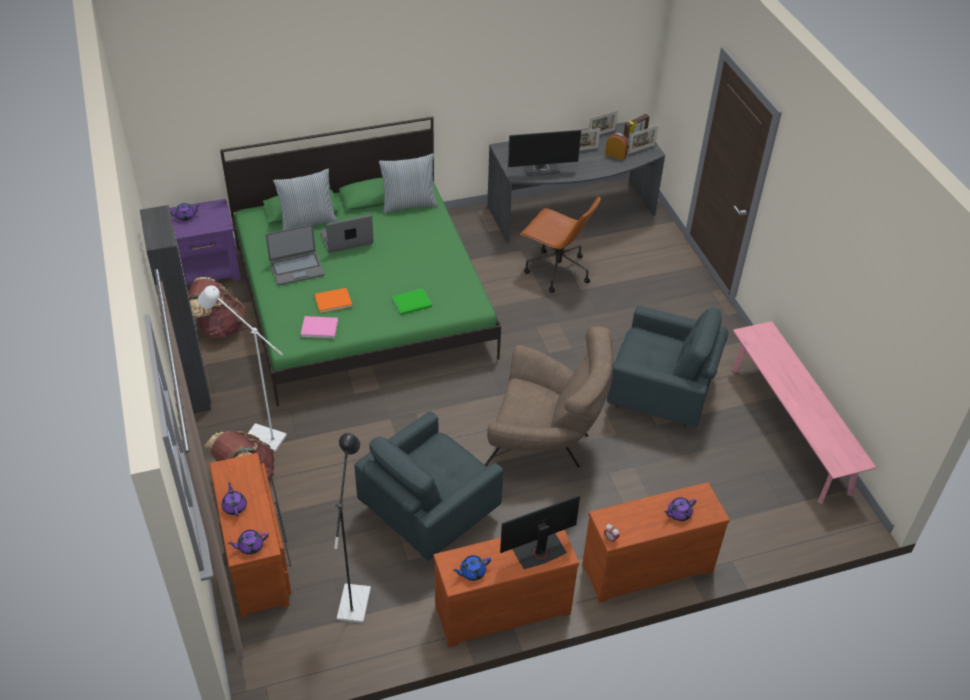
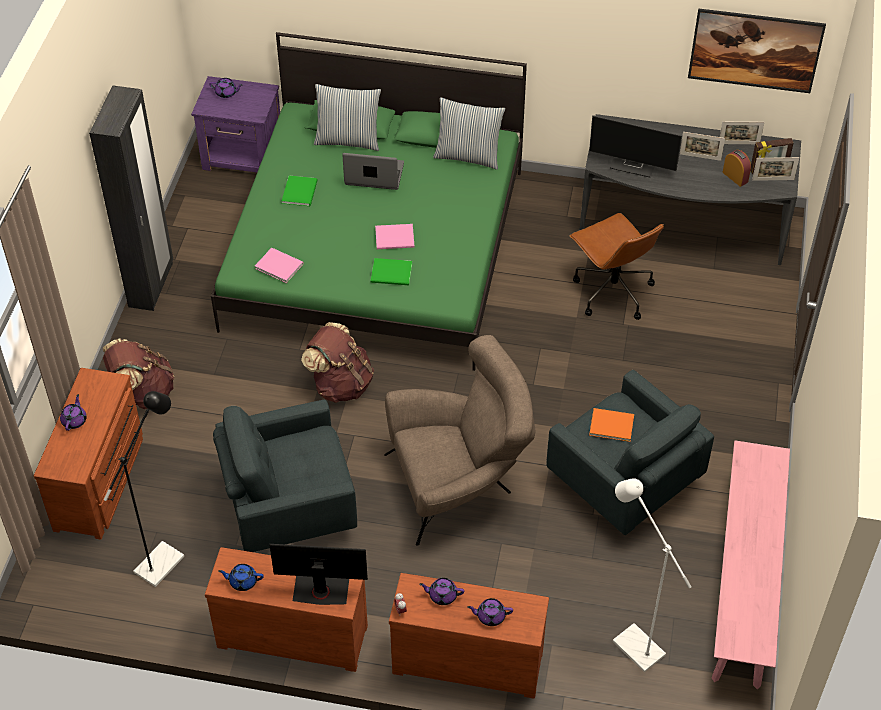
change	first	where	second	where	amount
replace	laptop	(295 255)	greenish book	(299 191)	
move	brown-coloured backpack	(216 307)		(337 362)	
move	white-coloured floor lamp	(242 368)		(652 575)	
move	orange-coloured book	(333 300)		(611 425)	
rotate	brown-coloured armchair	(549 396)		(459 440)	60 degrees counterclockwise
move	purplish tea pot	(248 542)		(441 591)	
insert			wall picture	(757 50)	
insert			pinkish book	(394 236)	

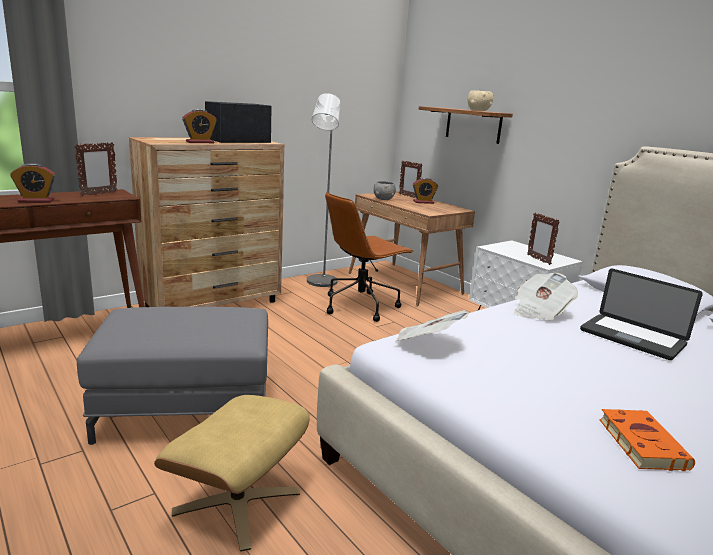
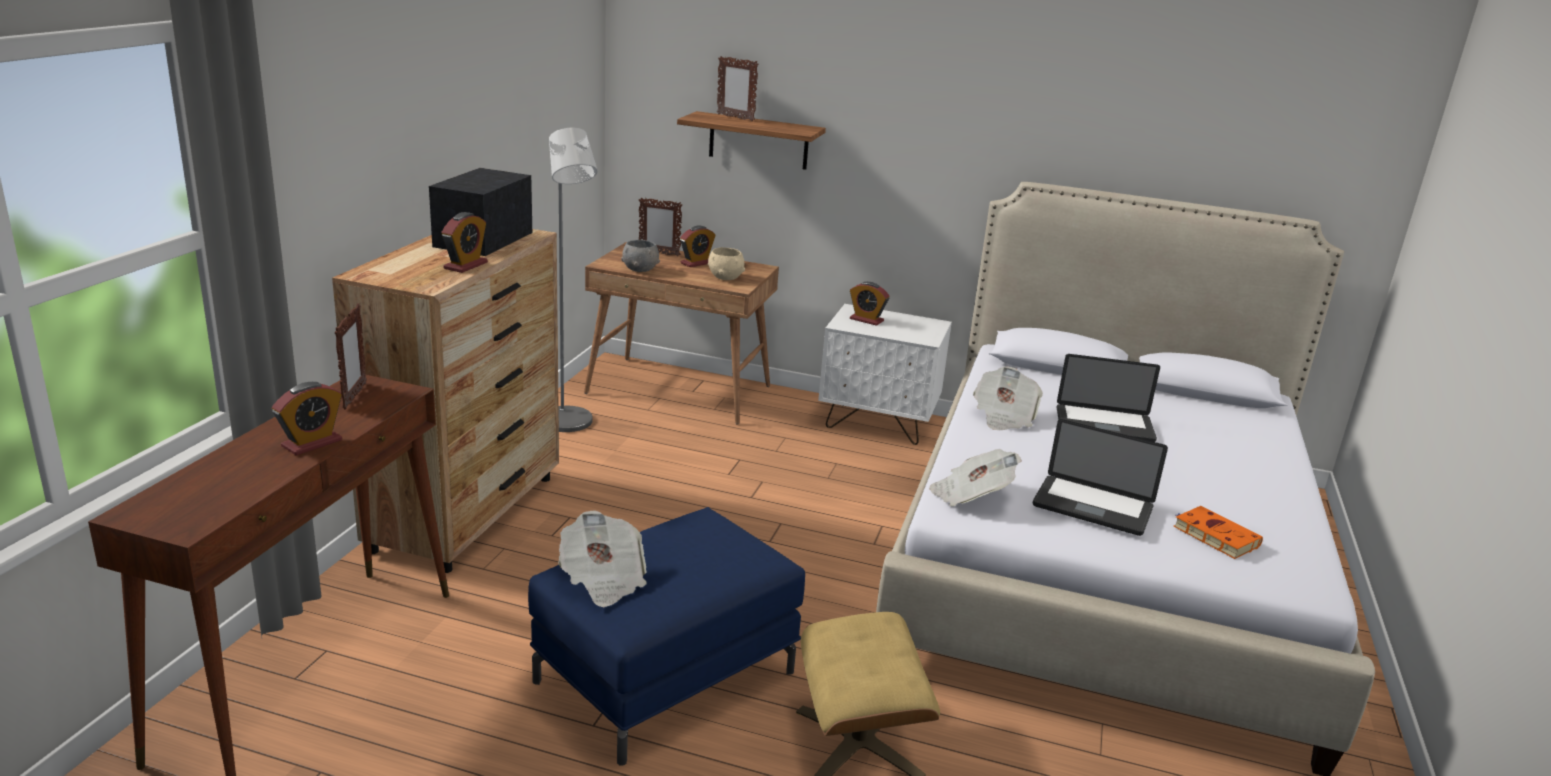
change	first	where	second	where	amount
move	beige-coloured deep dish	(480 100)		(726 263)	
delete	brown-coloured office chair	(369 257)			
move	standing frame	(543 239)		(737 88)	
recolor	greyish pouffe	(172 376)	bluish pouffe	(666 636)	
insert			table clock	(870 304)	
insert			laptop	(1100 477)	
insert			daily paper	(602 559)	

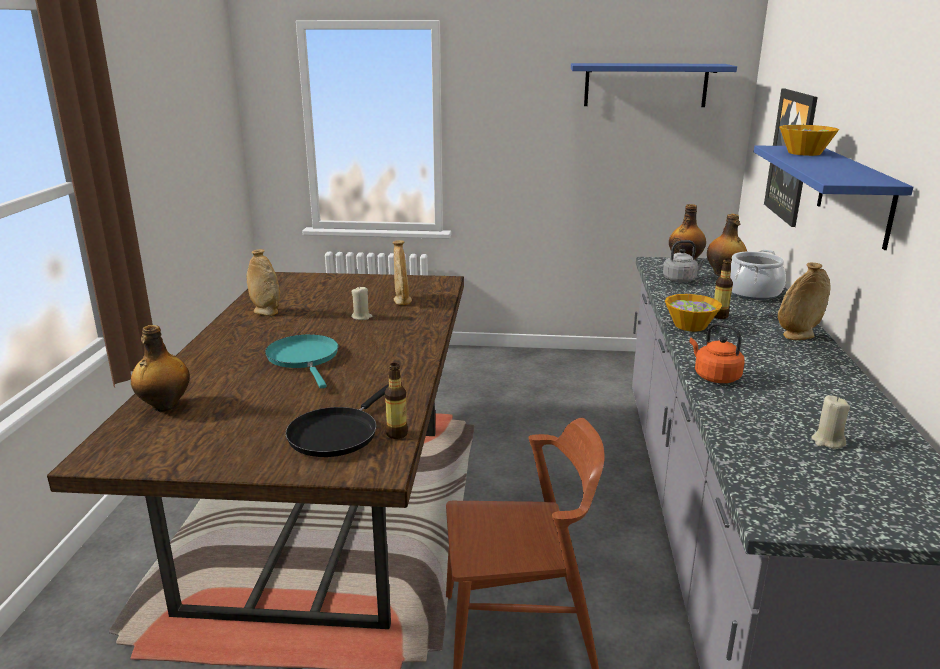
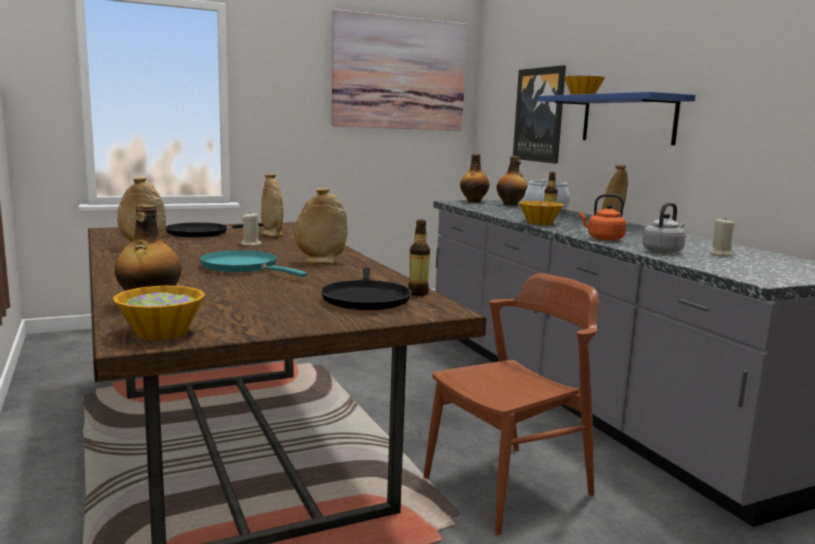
change	first	where	second	where	amount
replace	bluish shelf	(654 85)	wall picture	(400 70)	
move	greyish tea kettle	(685 261)		(664 228)	
insert			beige-coloured vase	(321 226)	
insert			black-coloured skillet	(214 229)	
insert			deep dish	(159 313)	

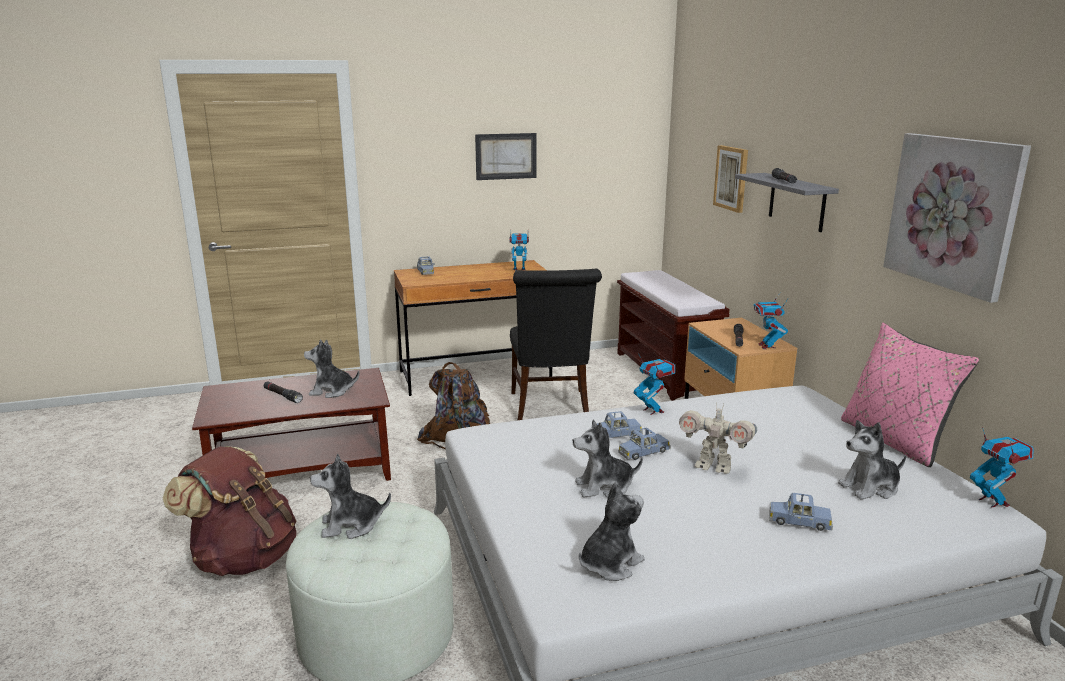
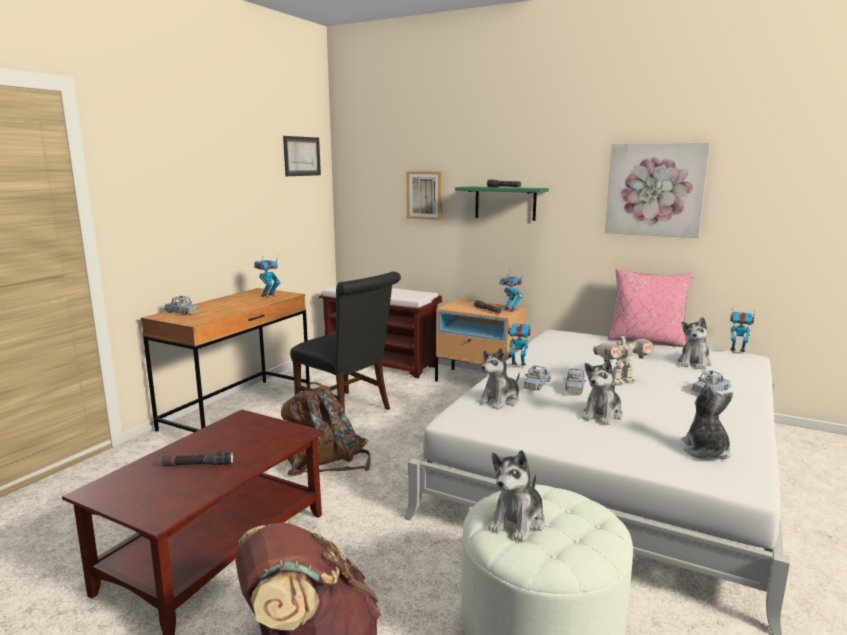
change	first	where	second	where	amount
move	wall picture	(506 156)		(302 156)	
recolor	greyish shelf	(787 202)	greenish shelf	(502 203)	
move	soft toy	(331 368)		(499 378)	

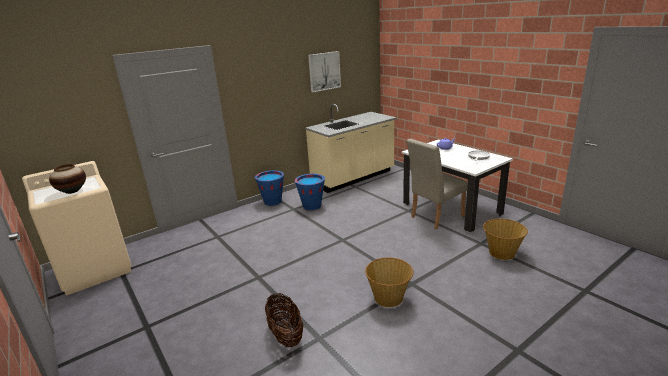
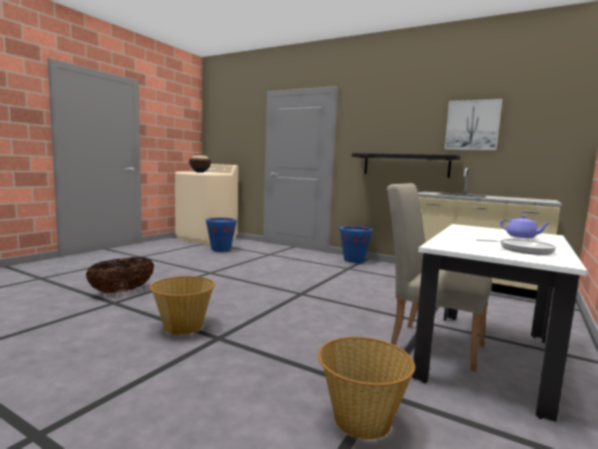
change	first	where	second	where	amount
move	bluish pail	(310 192)		(221 234)	
insert			black-coloured shelf	(406 165)	

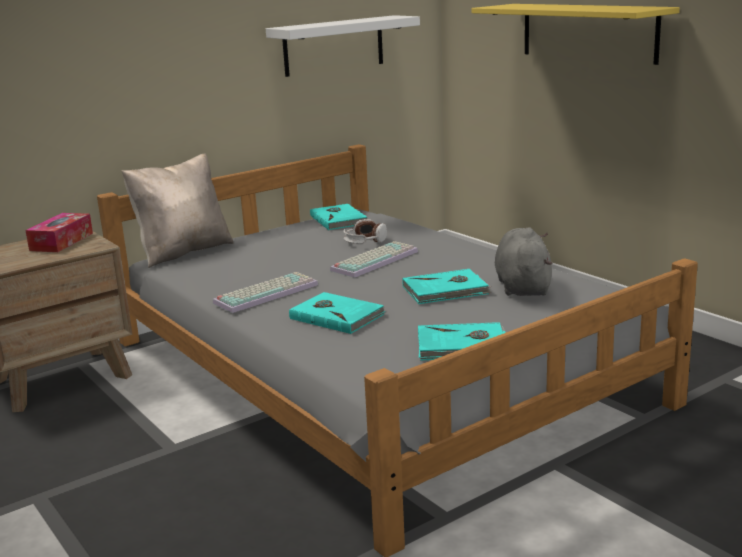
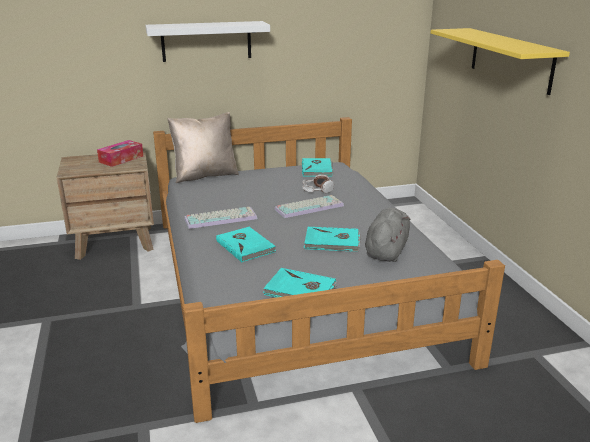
change	first	where	second	where	amount
move	white-coloured shelf	(343 46)		(207 41)	

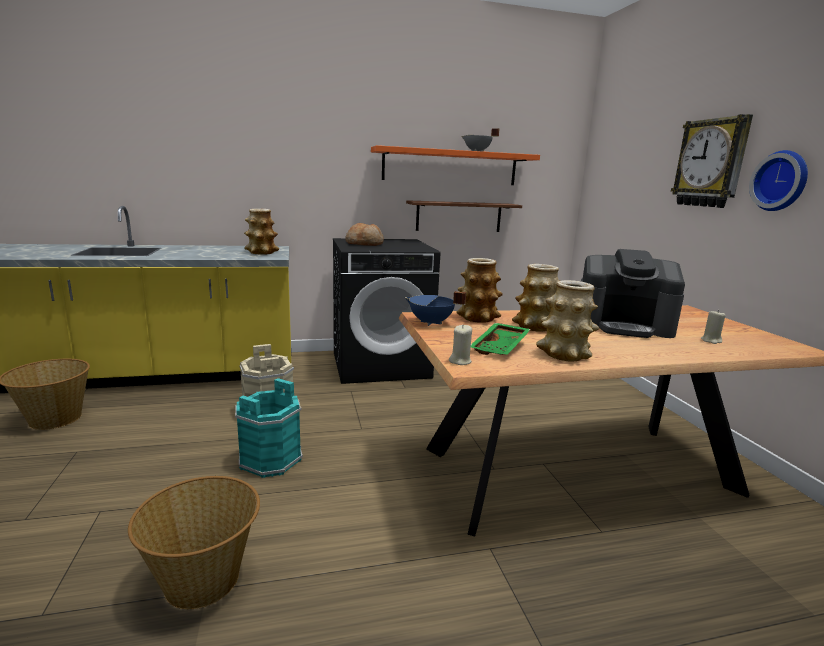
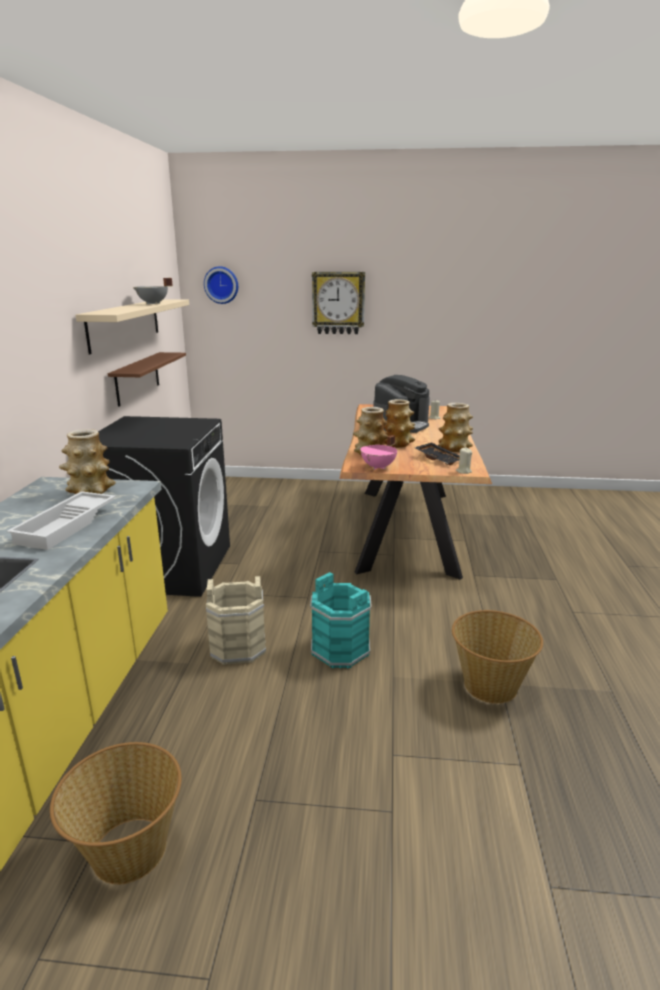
change	first	where	second	where	amount
recolor	orange-coloured shelf	(455 165)	beige-coloured shelf	(132 326)	
move	clock on the wall	(778 180)		(221 285)	
delete	baked bread	(364 234)			
recolor	bluish saucepot	(435 308)	pinkish saucepot	(378 452)	
recolor	greenish serving tray	(501 339)	black-coloured serving tray	(437 453)	
insert			white-coloured serving tray	(61 520)	

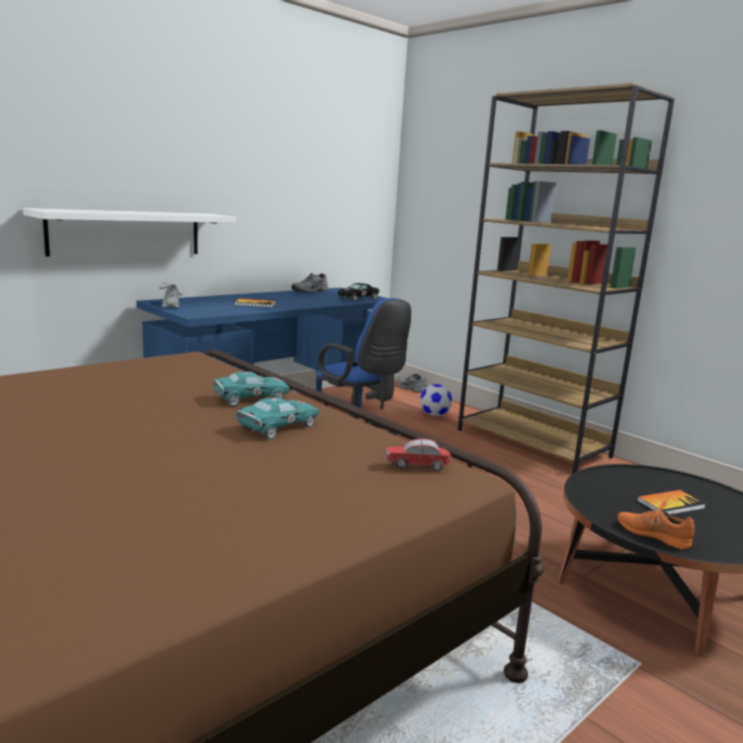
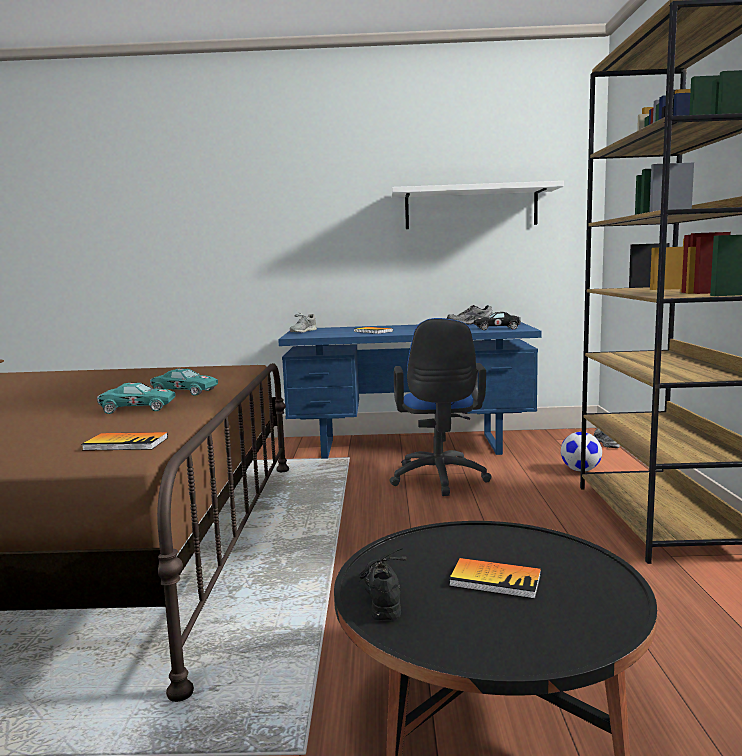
change	first	where	second	where	amount
move	white-coloured shelf	(129 232)		(477 205)	
replace	model car	(418 455)	book	(124 441)	
recolor	orange-coloured item of footwear	(656 523)	black-coloured item of footwear	(382 584)	

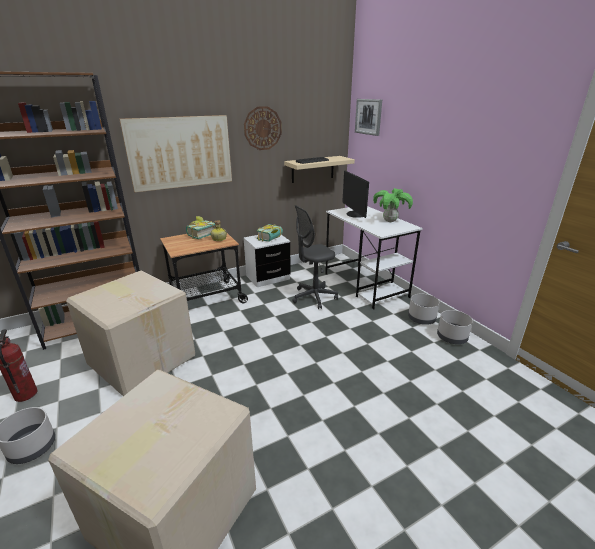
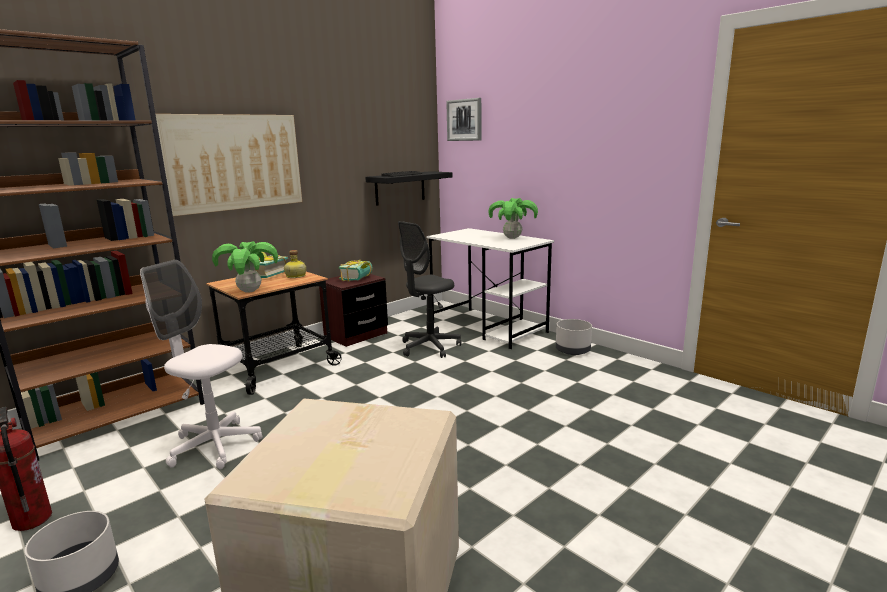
change	first	where	second	where	amount
delete	clock on the wall	(263 128)			
recolor	beige-coloured shelf	(319 169)	black-coloured shelf	(409 188)	
delete	monitor	(355 194)			
recolor	white-coloured nightstand	(267 261)	brown-coloured nightstand	(353 310)	
replace	packing box	(130 333)	white-coloured office chair	(201 364)	
delete	greyish plant pot	(455 327)			
insert			potted plant	(245 267)	

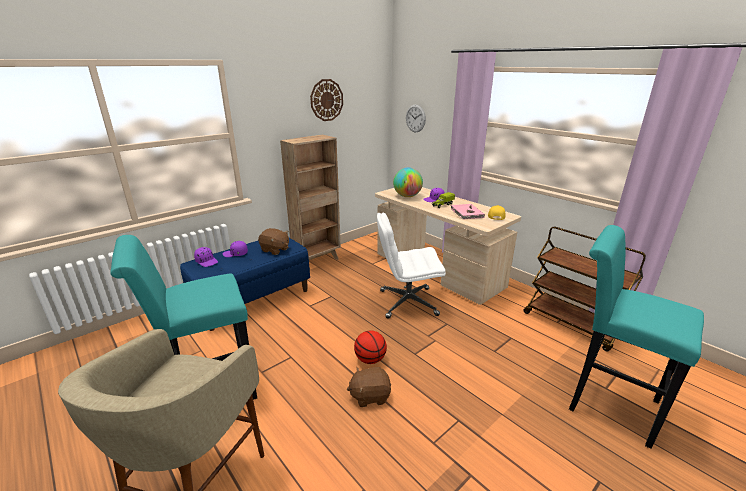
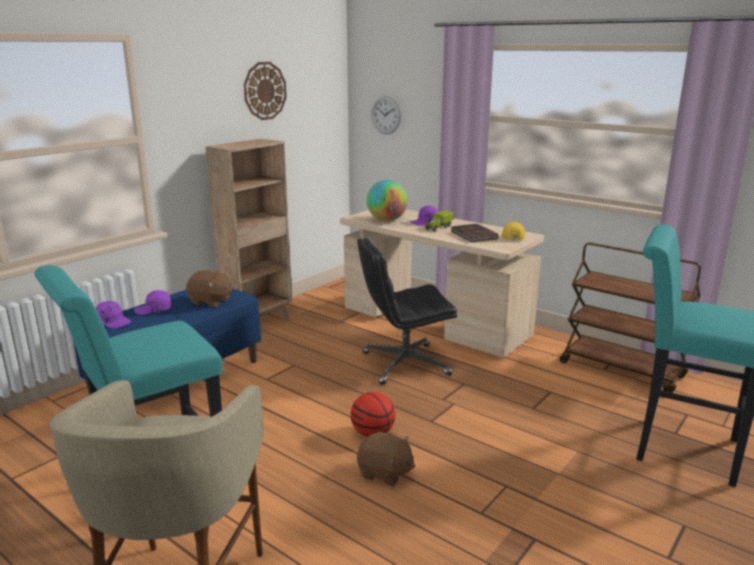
change	first	where	second	where	amount
recolor	pinkish book	(467 211)	brown-coloured book	(475 233)	
recolor	white-coloured office chair	(411 265)	black-coloured office chair	(407 311)	
rotate	brown-coloured soft toy	(369 387)		(386 459)	135 degrees counterclockwise

